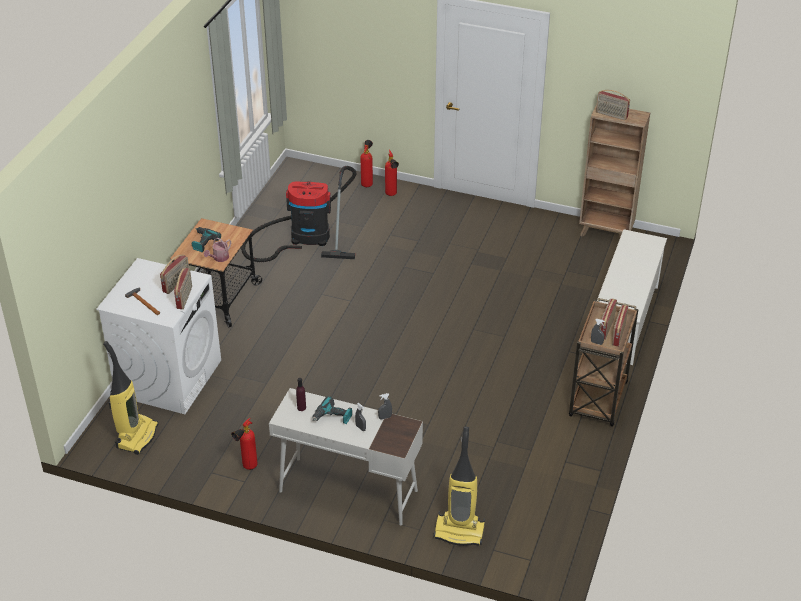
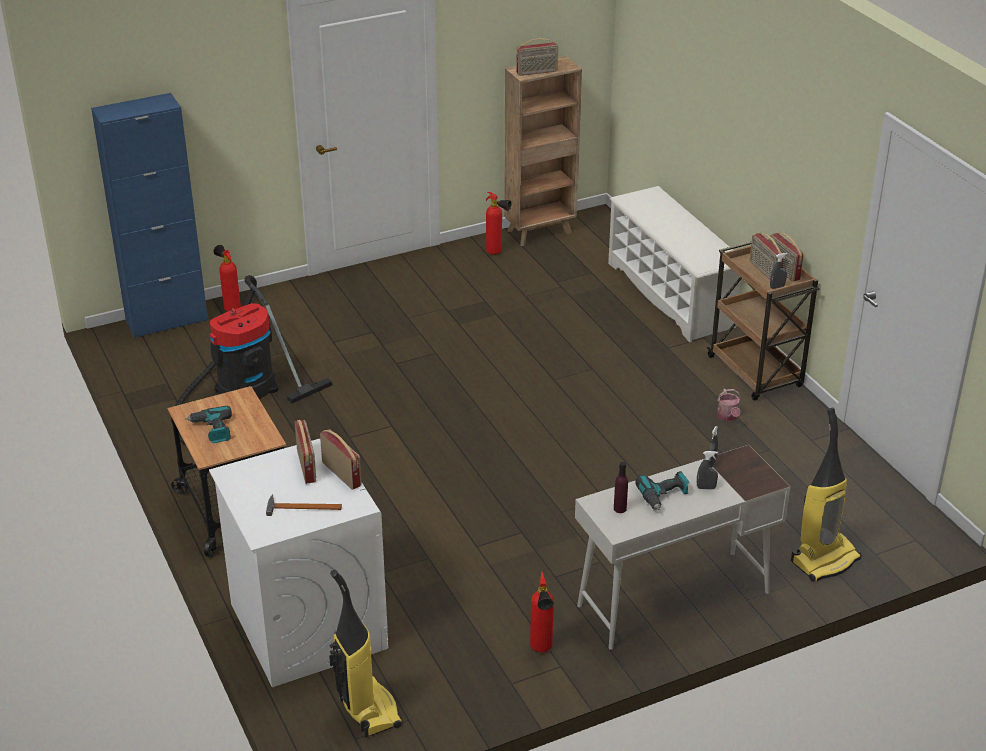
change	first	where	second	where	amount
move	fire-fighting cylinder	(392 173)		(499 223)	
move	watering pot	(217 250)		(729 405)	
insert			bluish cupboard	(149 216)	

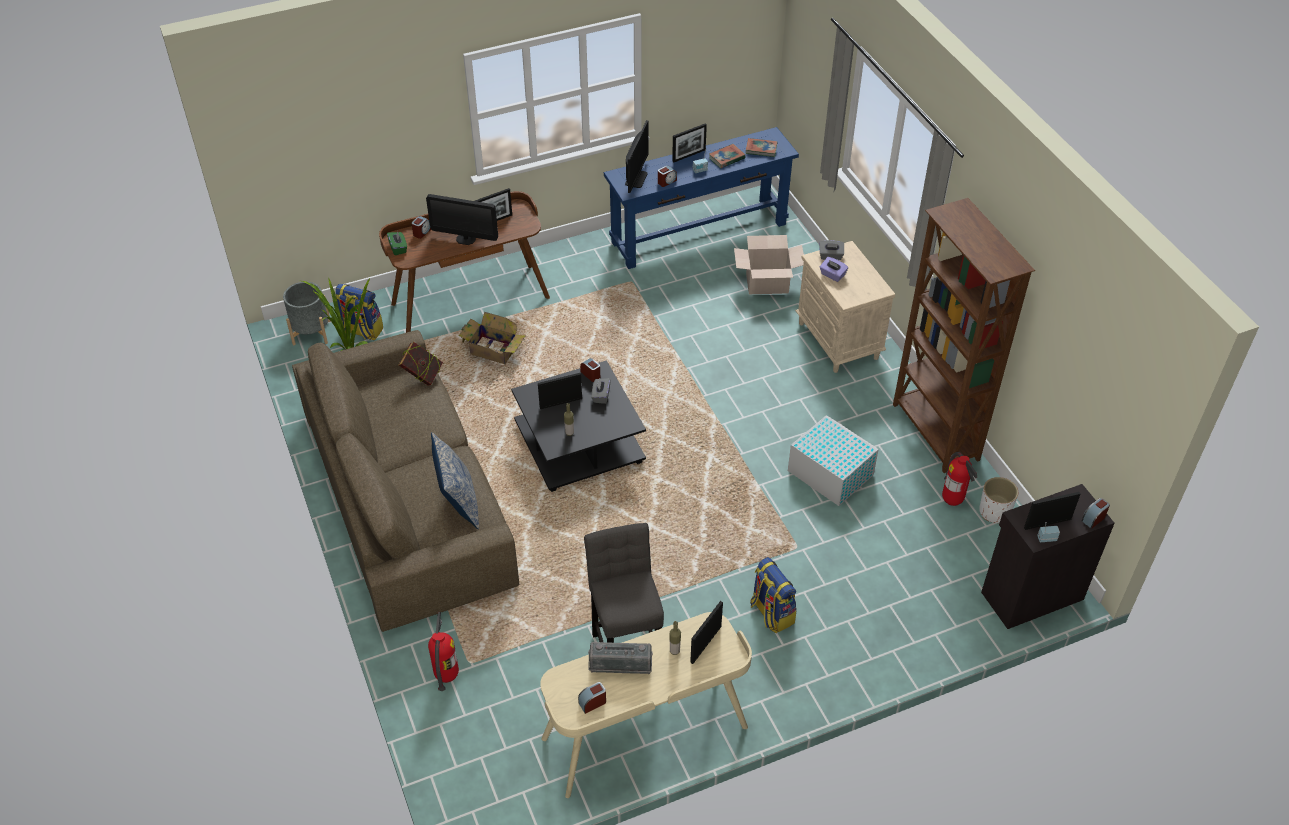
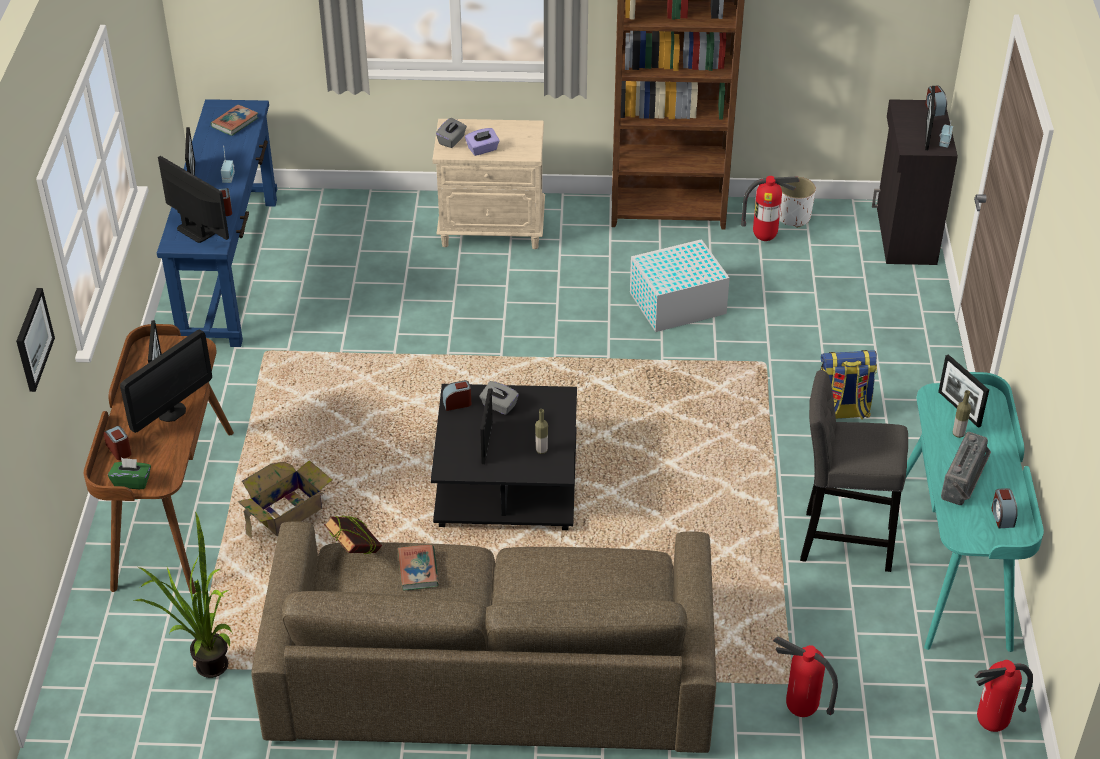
change	first	where	second	where	amount
move	book	(727 156)		(418 568)	
delete	packing box	(769 264)			
delete	greyish plant pot	(307 313)			
delete	backpack	(359 312)			
delete	cushion	(455 480)			
recolor	beige-coloured desk table	(646 705)	turquoise-coloured desk table	(975 512)	
insert			wall picture	(35 340)	
insert			fire-fighting cylinder	(1003 696)	

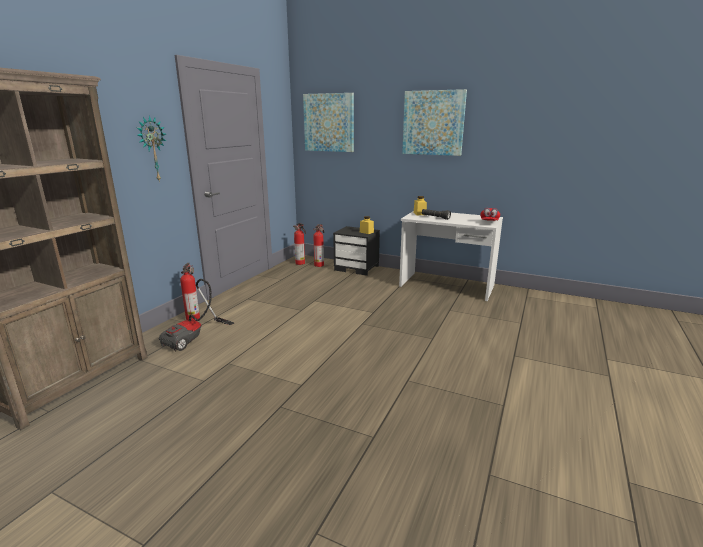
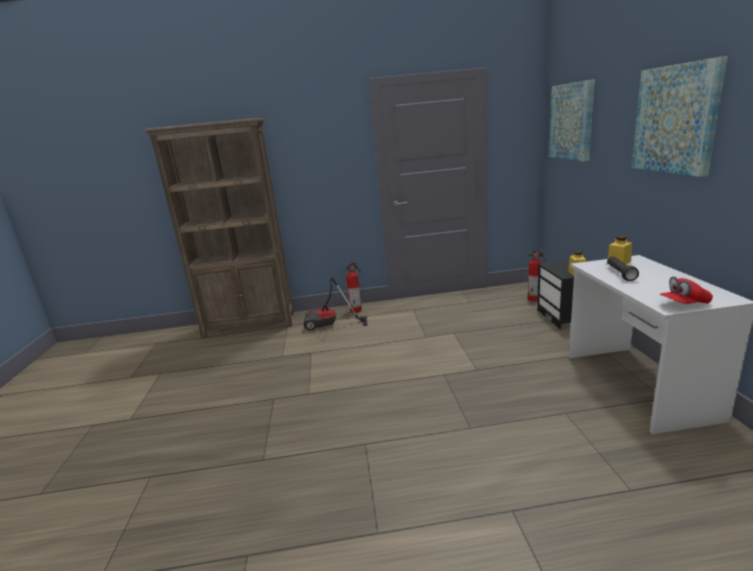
change	first	where	second	where	amount
delete	clock on the wall	(151 148)			
delete	fire-fighting cylinder	(299 244)			

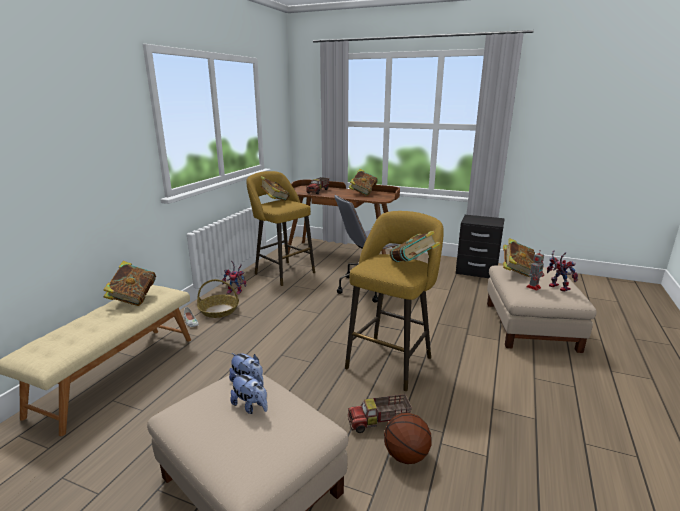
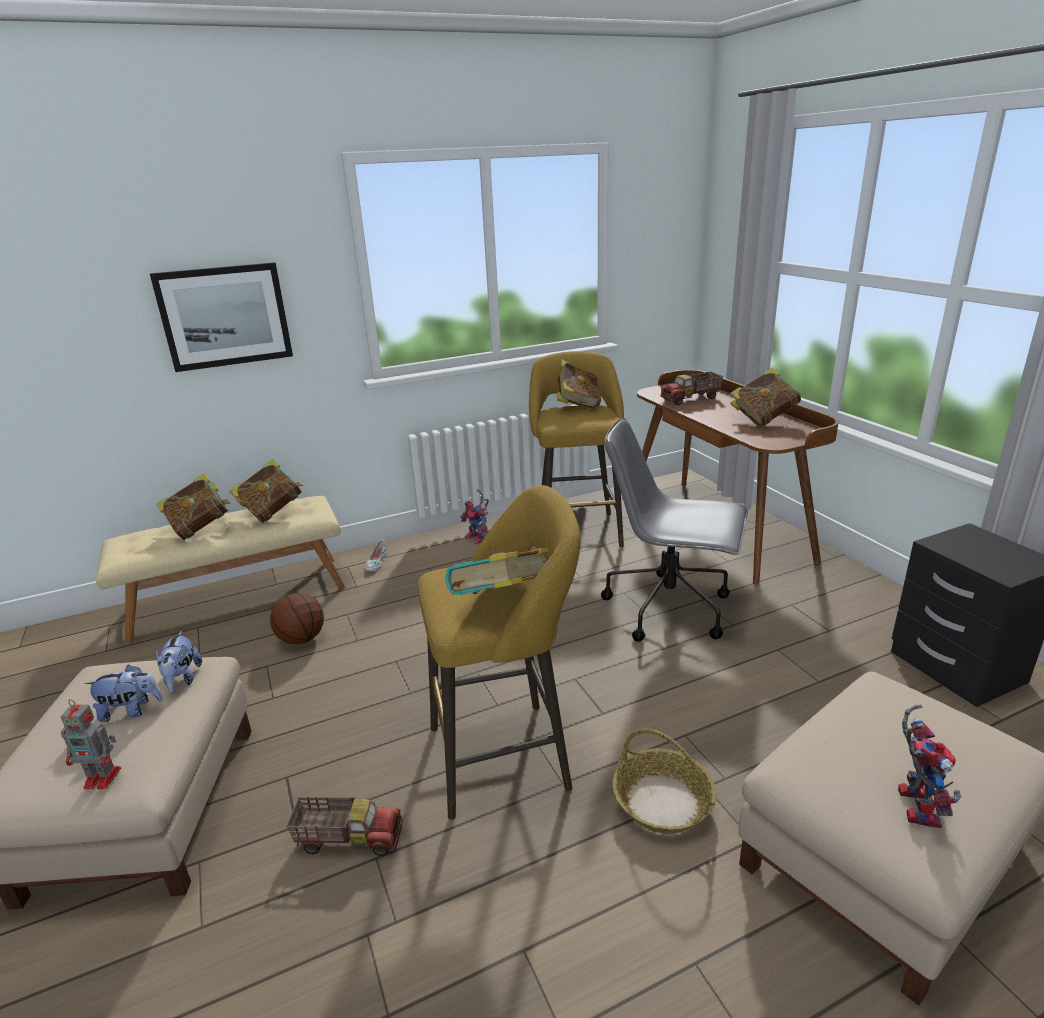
change	first	where	second	where	amount
move	book	(519 257)		(193 506)	
move	model robot	(535 270)		(91 744)	
move	storage basket	(218 298)		(664 781)	
rotate	soft toy	(249 393)		(123 693)	90 degrees counterclockwise
rotate	toy lorry	(380 413)		(344 826)	150 degrees clockwise
move	basketball	(408 438)		(297 618)	
insert			wall picture	(221 317)	

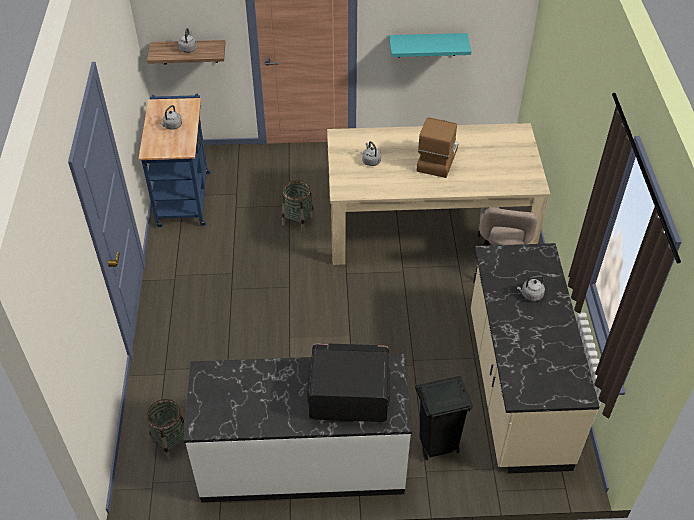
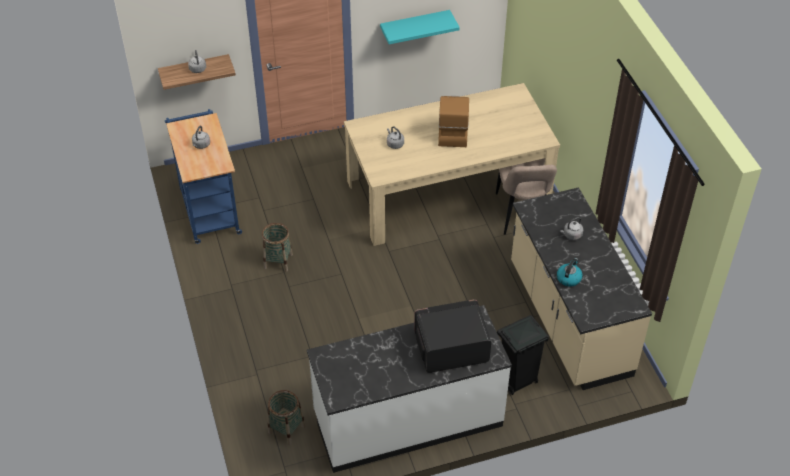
change	first	where	second	where	amount
move	storage basket	(298 206)		(277 247)	
insert			tea kettle	(569 272)	

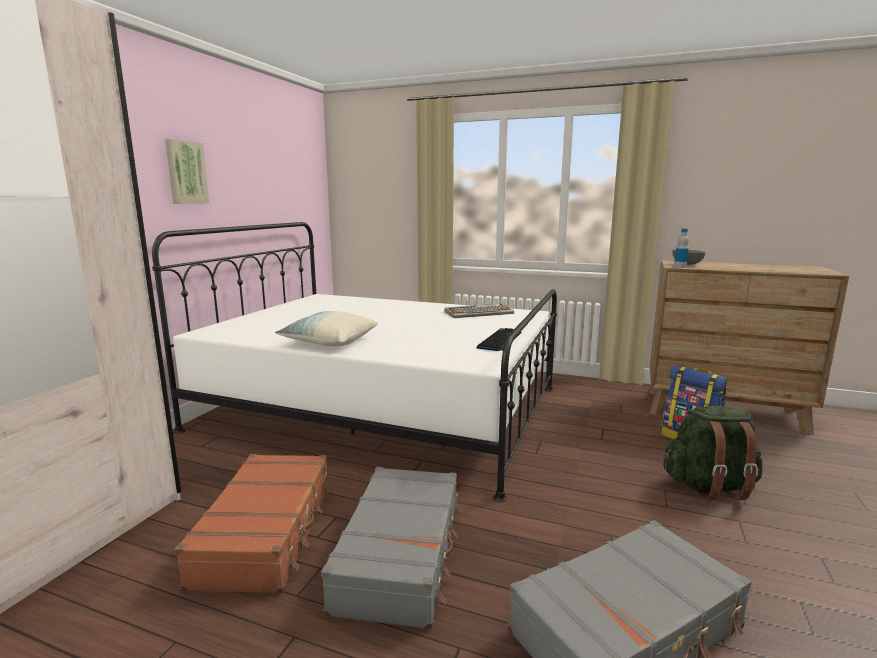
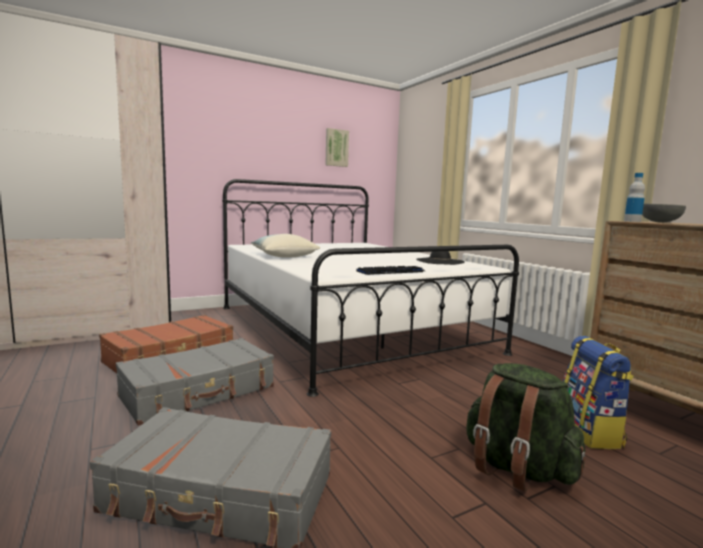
change	first	where	second	where	amount
move	wall picture	(187 171)		(337 147)	
replace	computer keyboard	(479 311)	black-coloured wearable hat	(440 258)	

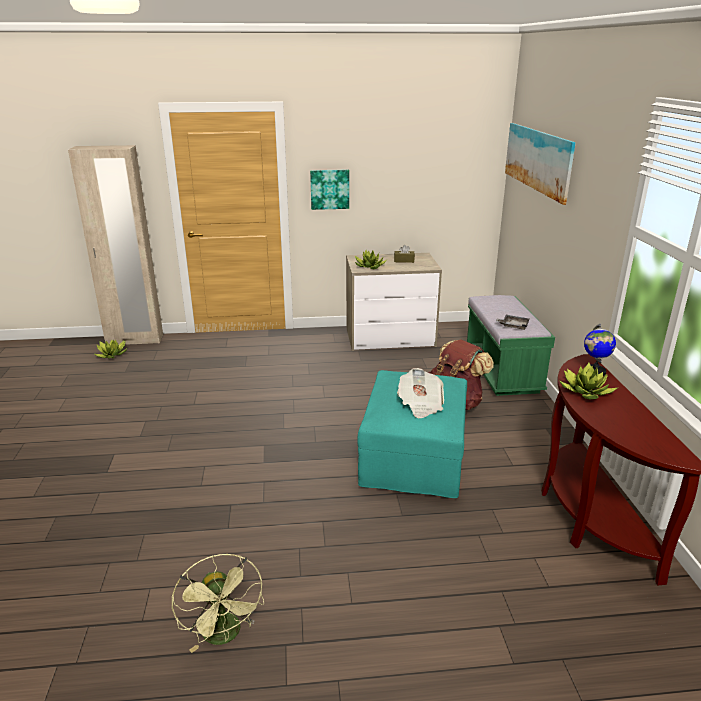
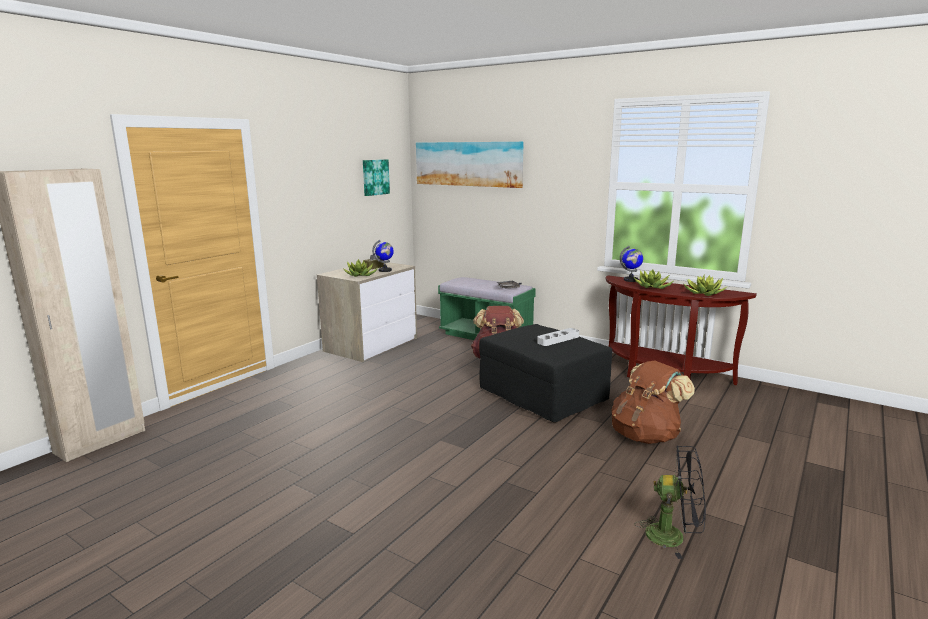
change	first	where	second	where	amount
move	wall picture	(329 189)		(376 177)	
move	potted plant	(111 349)		(705 285)	
replace	daily paper	(420 393)	greyish serving tray	(558 337)	
recolor	turquoise-coloured pouffe	(412 434)	black-coloured pouffe	(545 373)	
recolor	greenish fan	(218 603)	black-coloured fan	(670 502)	
insert			desk globe	(383 256)	
insert			brown-coloured backpack	(653 402)	

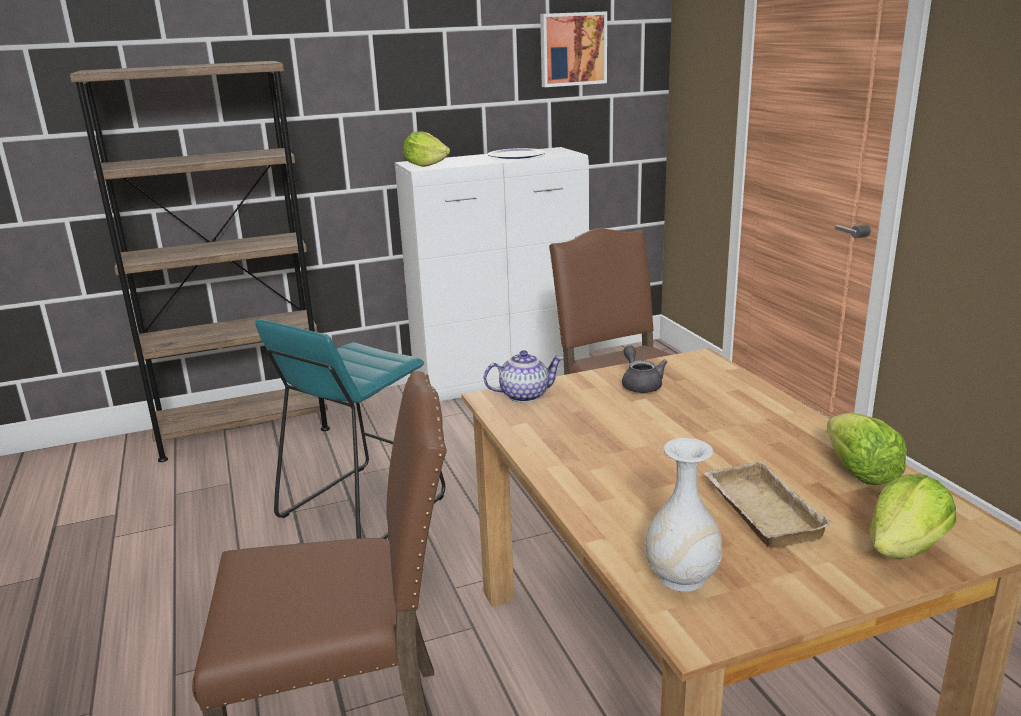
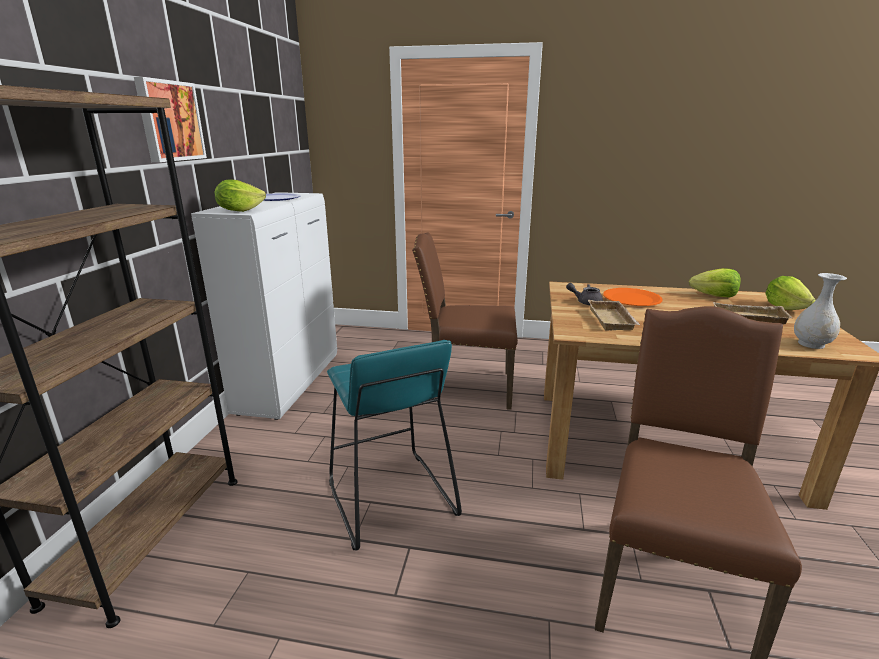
change	first	where	second	where	amount
move	wall picture	(573 49)		(170 119)	
delete	tea pot	(524 376)			
insert			orange-coloured dinner plate	(633 297)	
insert			beige-coloured serving tray	(614 315)	

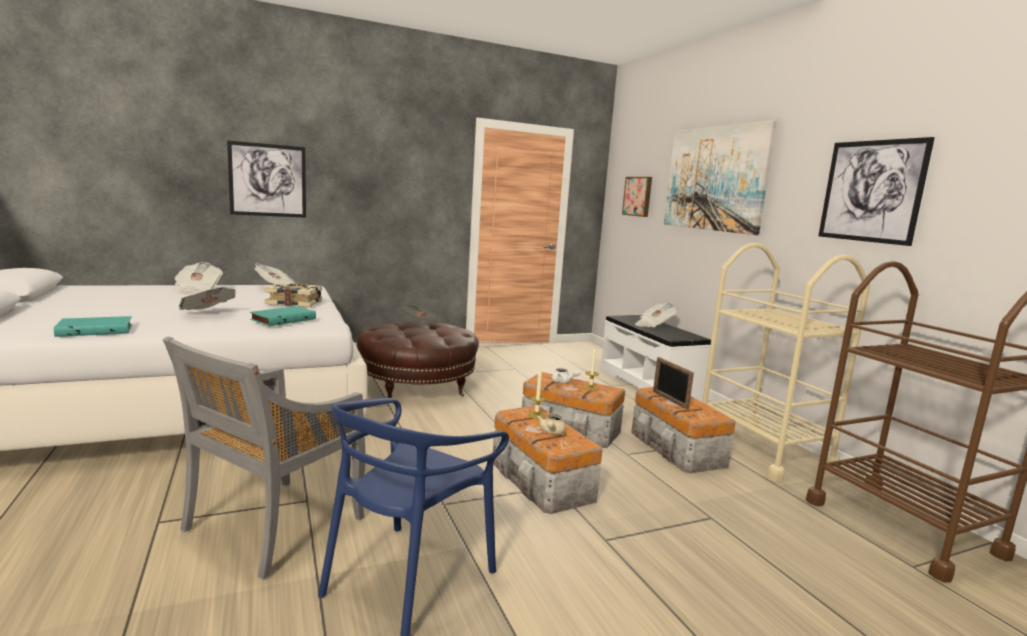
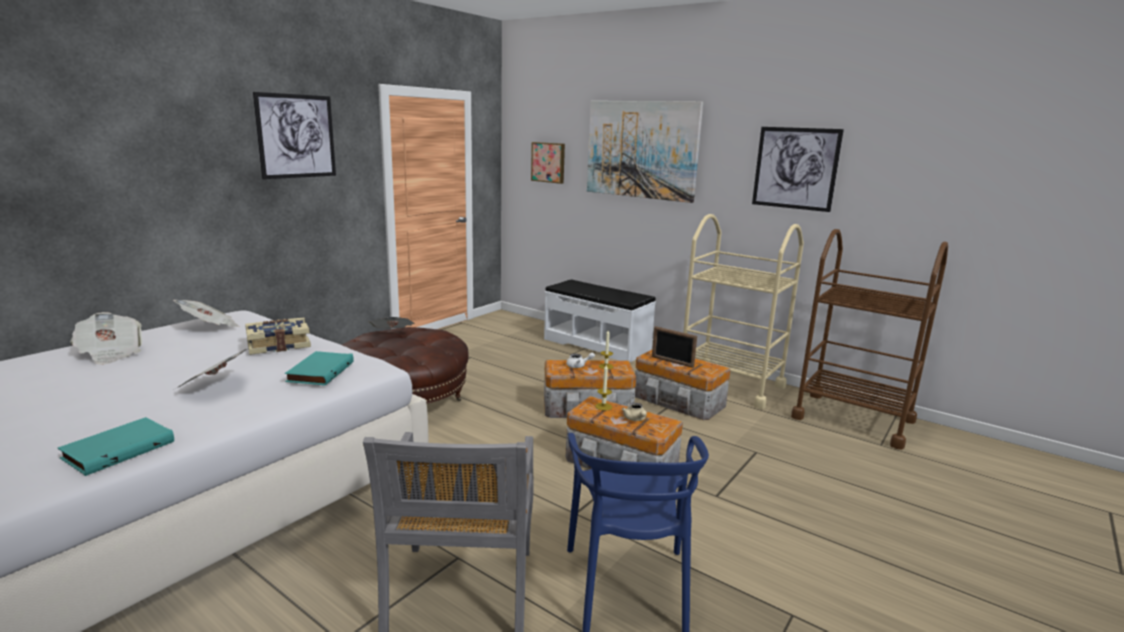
change	first	where	second	where	amount
move	wall picture	(266 179)		(294 135)	
delete	daily paper	(656 315)			

